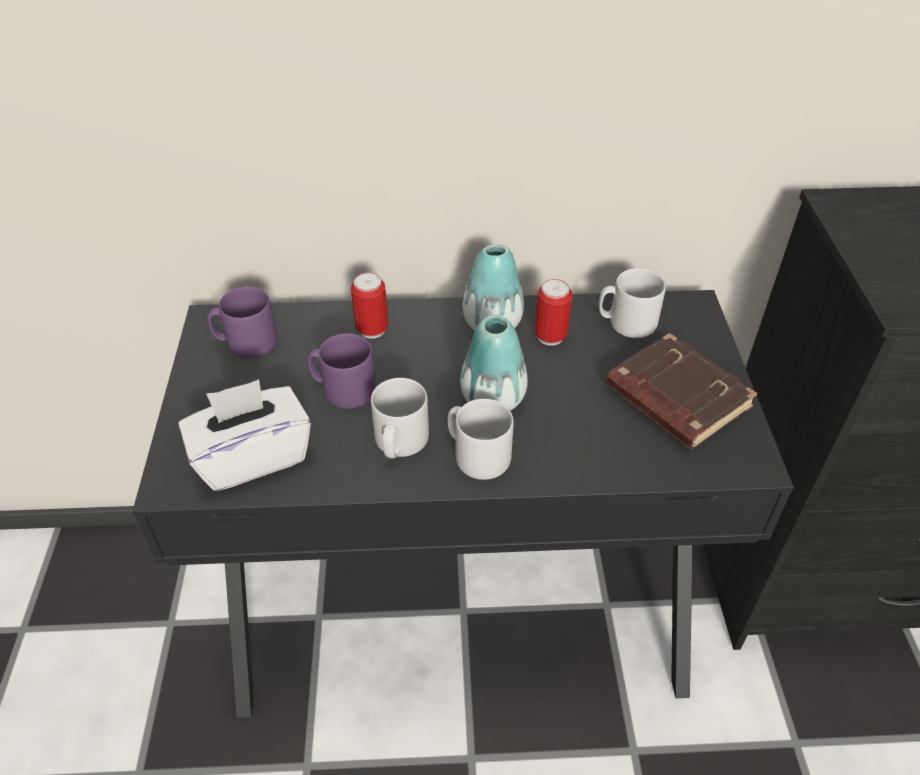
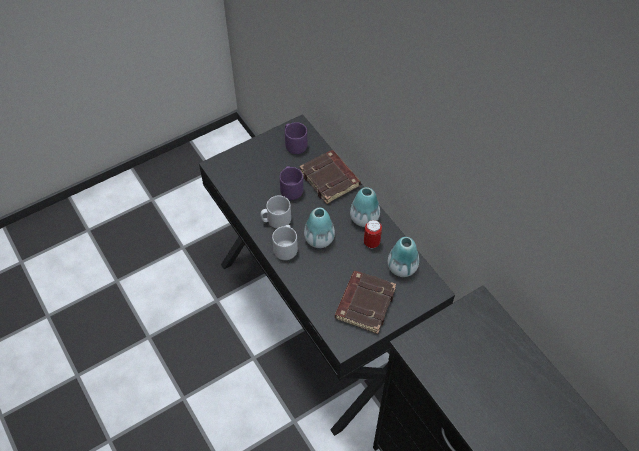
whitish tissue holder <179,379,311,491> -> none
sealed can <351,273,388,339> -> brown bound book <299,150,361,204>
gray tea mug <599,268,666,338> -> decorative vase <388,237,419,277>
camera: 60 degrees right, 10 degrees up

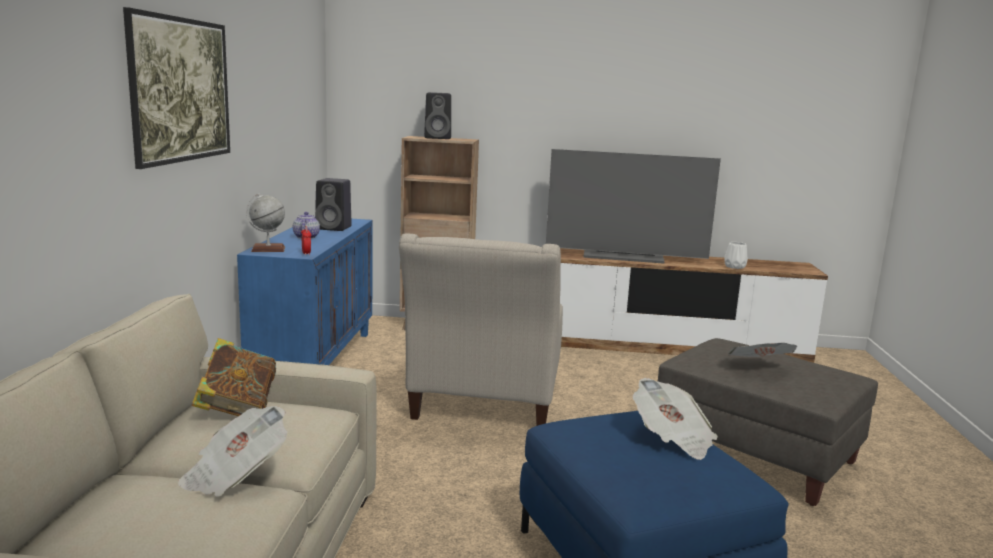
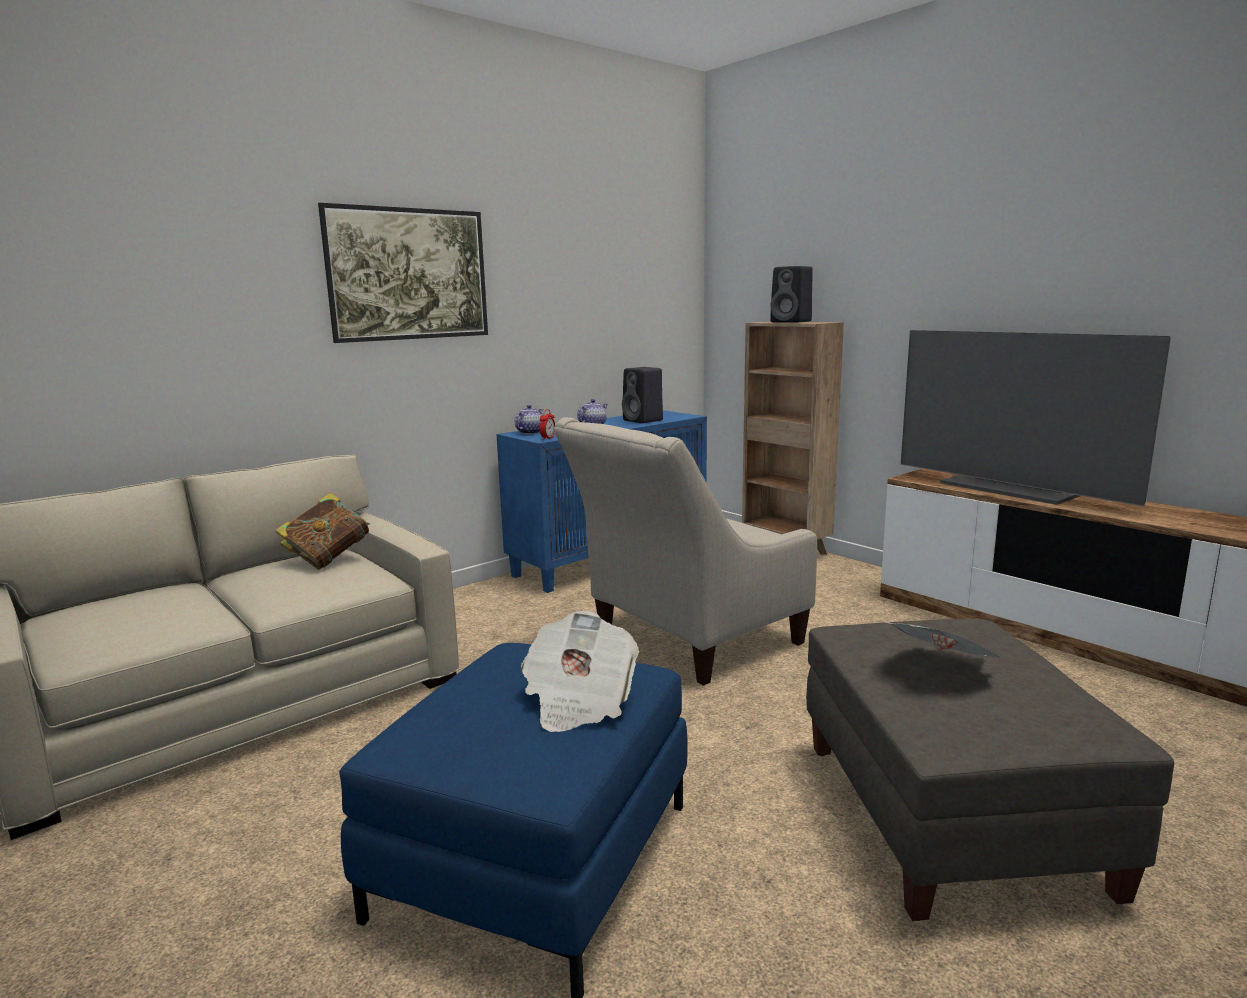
daily paper <178,406,287,497> -> none
globe <246,194,285,252> -> pot for tea <515,405,543,434>
whitish decorative vase <724,242,748,269> -> none
camera: 45 degrees right, 0 degrees up

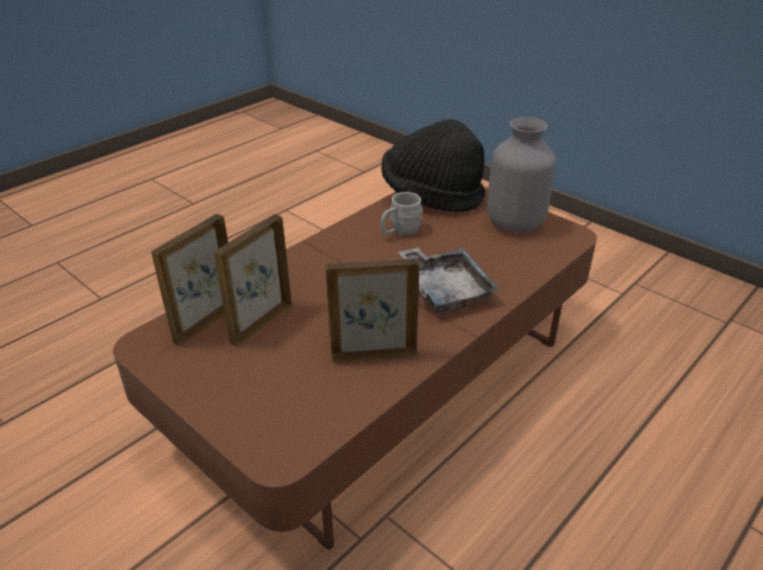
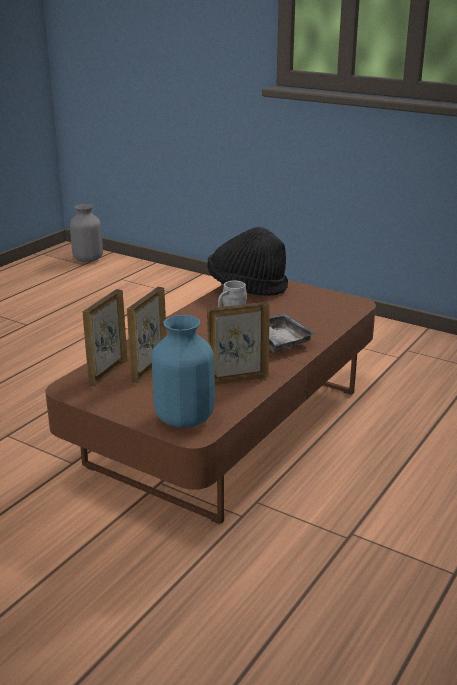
gray decorative vase <487,117,556,232> -> gray decorative vase <70,204,103,262>, shifted
none -> blue-coloured decorative vase <152,315,215,428>
camera: 10 degrees left, 10 degrees down

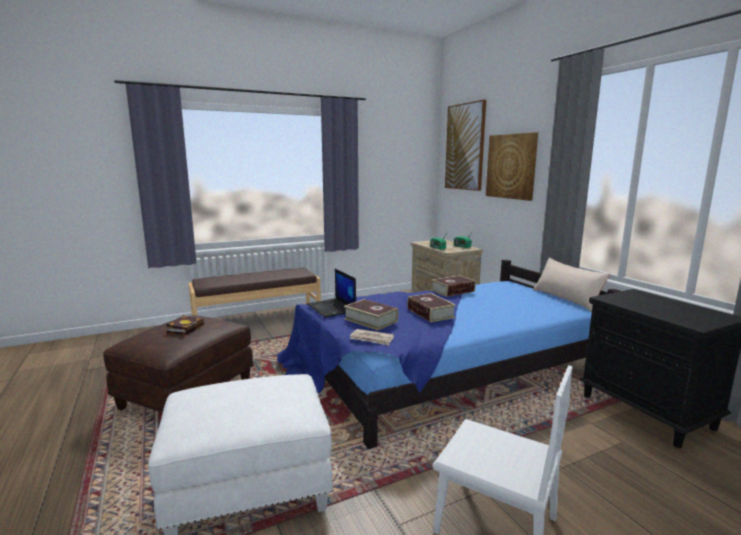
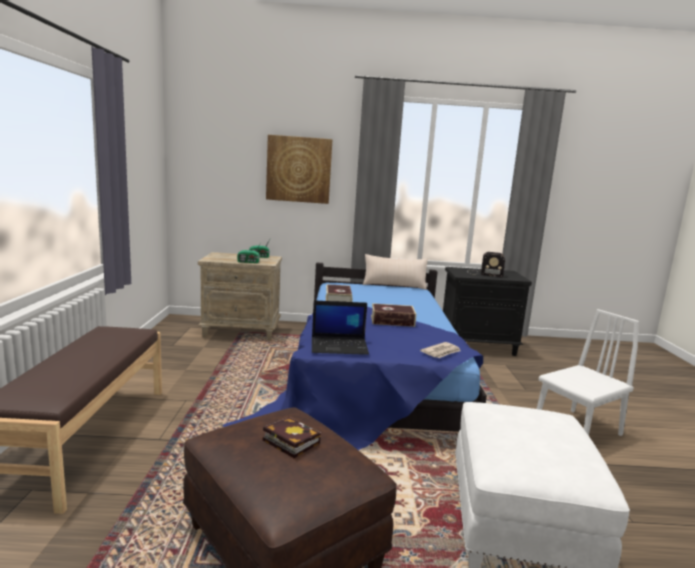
bound book <344,299,398,330> -> none
picture <445,100,486,191> -> none
none -> radio receiver <467,252,505,277>
camera: 65 degrees left, 0 degrees up

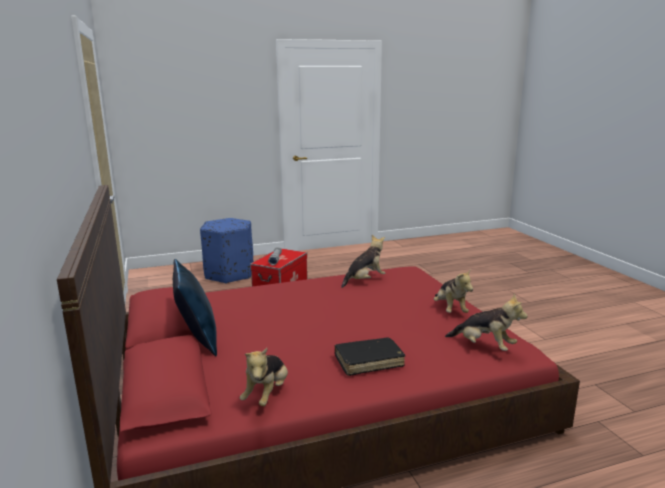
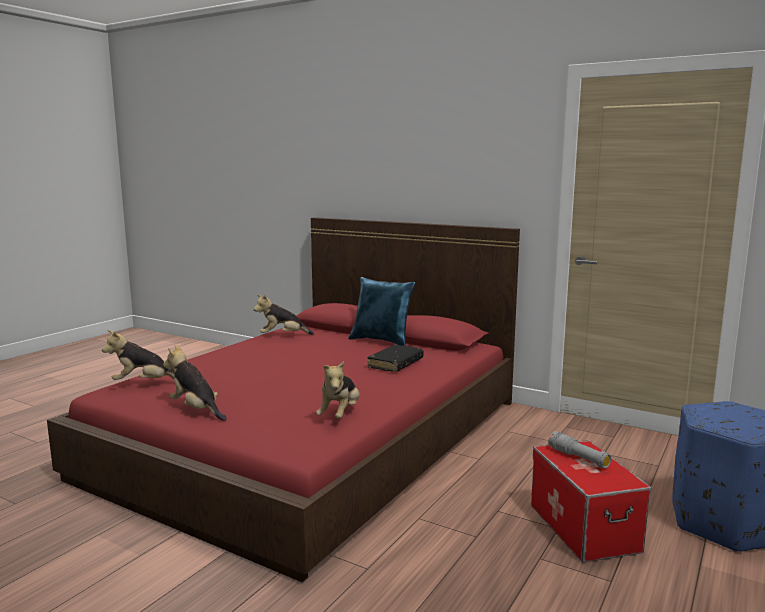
plush toy <240,348,288,406> -> plush toy <254,295,314,335>, 75 degrees counterclockwise
black-coloured bound book <334,338,405,376> -> black-coloured bound book <367,345,424,372>, shifted
camera: 140 degrees right, 5 degrees down

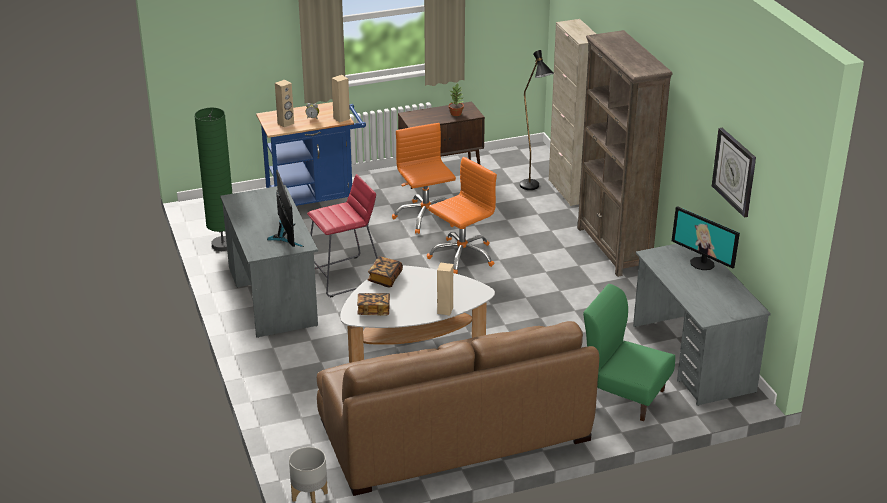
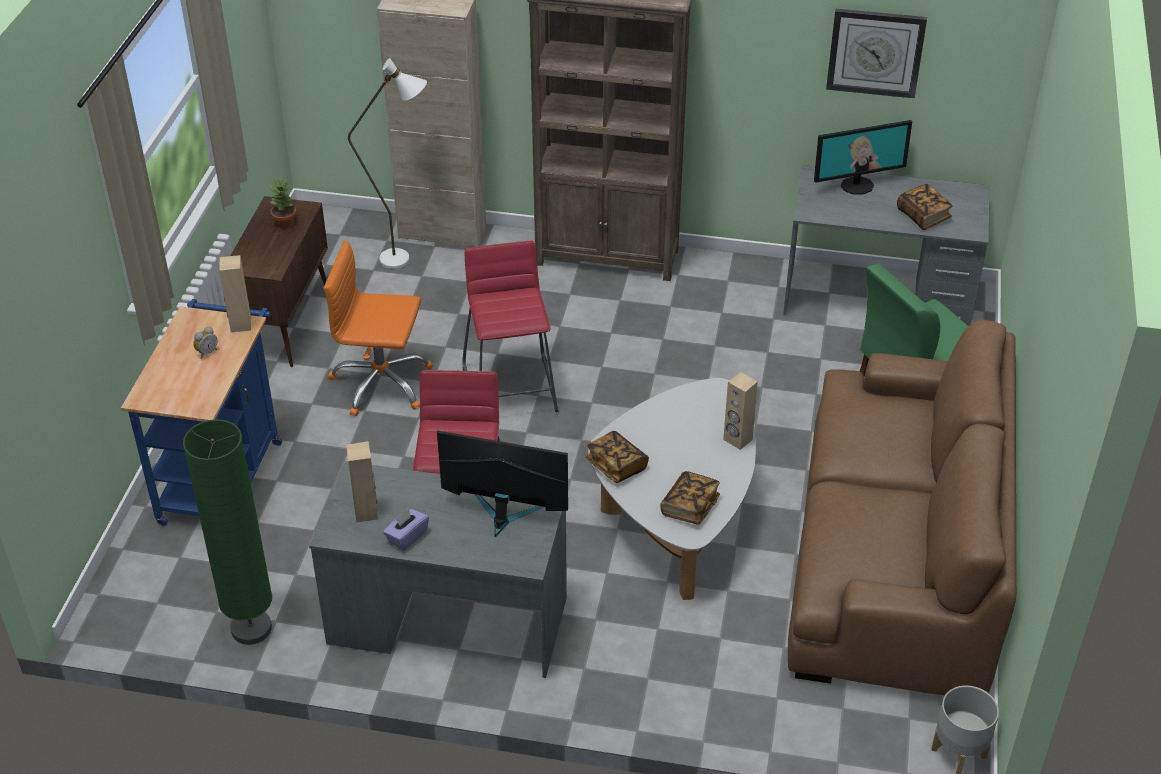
sand-coloured speaker <275,80,294,127> -> sand-coloured speaker <346,441,378,522>, shifted
orange-coloured computer chair <427,156,497,274> -> red-coloured stool seat <462,241,559,412>
black-coloured standard lamp <520,50,554,190> -> whitish standard lamp <348,58,427,269>
none -> purple-coloured tissue holder <383,508,429,551>
none -> bound book <897,184,953,230>
camera: 60 degrees left, 10 degrees up

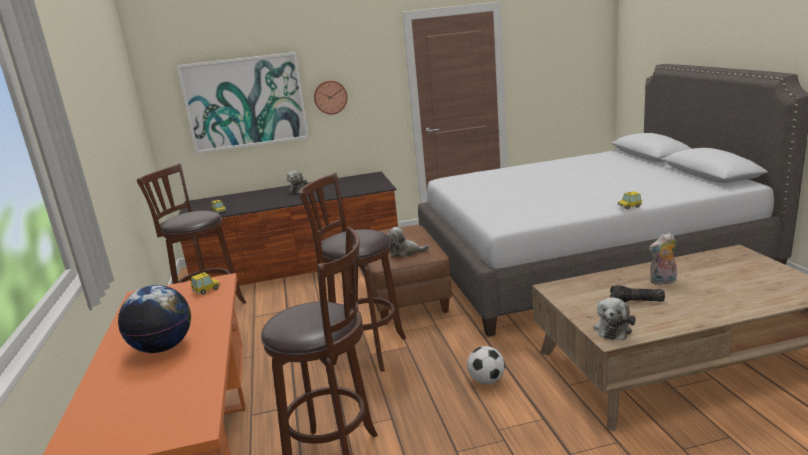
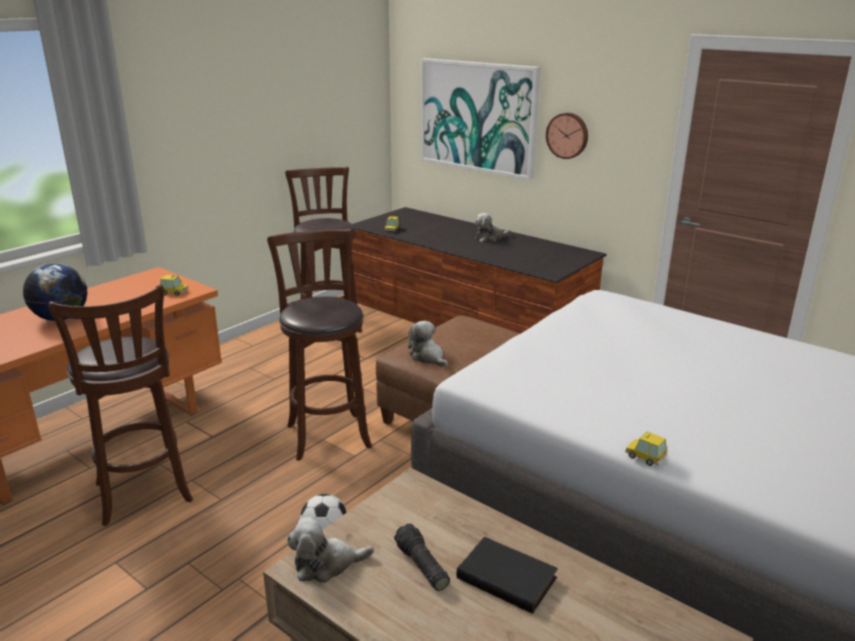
plush toy <649,233,677,285> -> black-coloured bound book <456,536,558,614>
camera: 50 degrees right, 5 degrees up

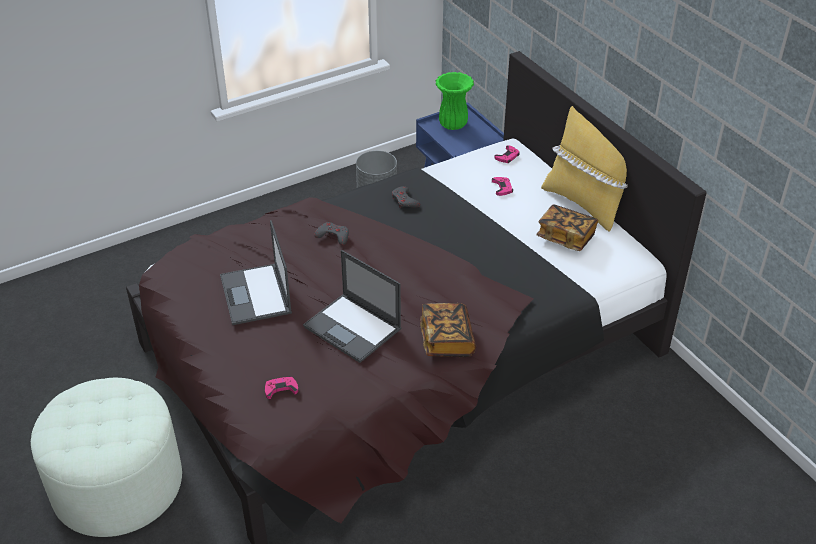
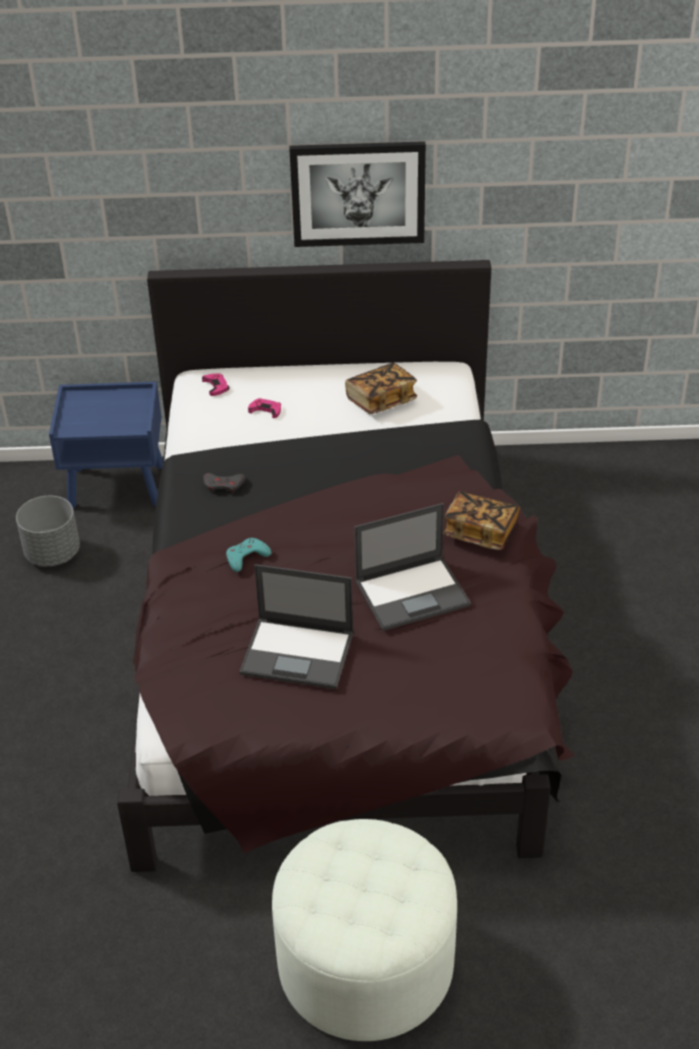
pink-coloured joypad <265,376,298,399> -> none
gray joypad <314,222,349,245> -> turquoise-coloured joypad <226,538,271,572>
greenish decorative vase <435,72,474,130> -> none
yellow cushion <541,106,628,232> -> none
none -> picture <289,141,426,247>
camera: 60 degrees left, 0 degrees up

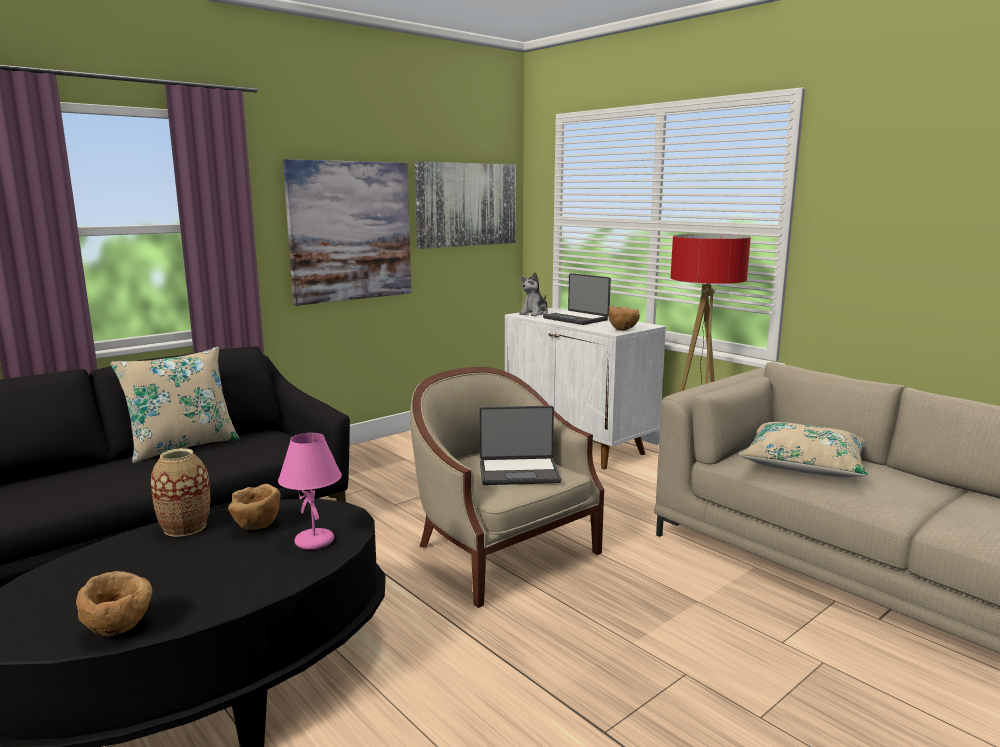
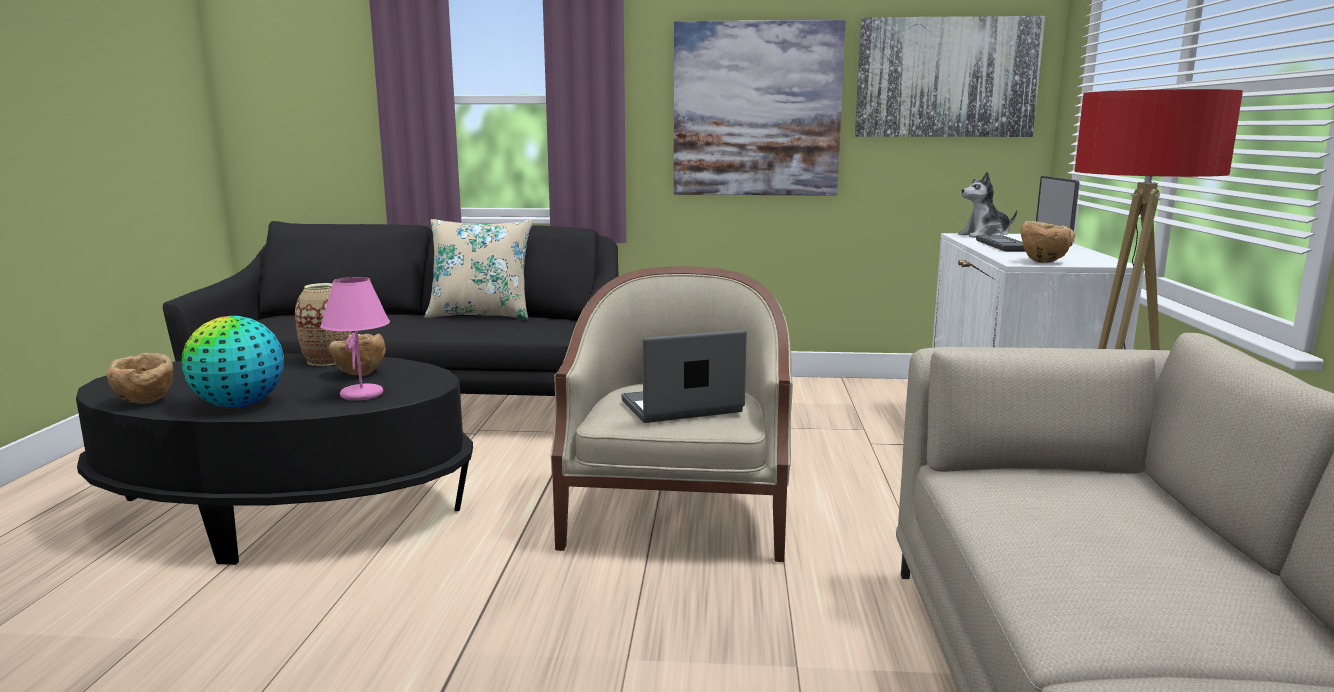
notebook computer <480,406,561,485> -> notebook computer <621,330,747,423>, 120 degrees clockwise
sand-coloured cushion <738,422,868,478> -> none
none -> globe <182,316,284,408>
camera: 45 degrees right, 0 degrees up

